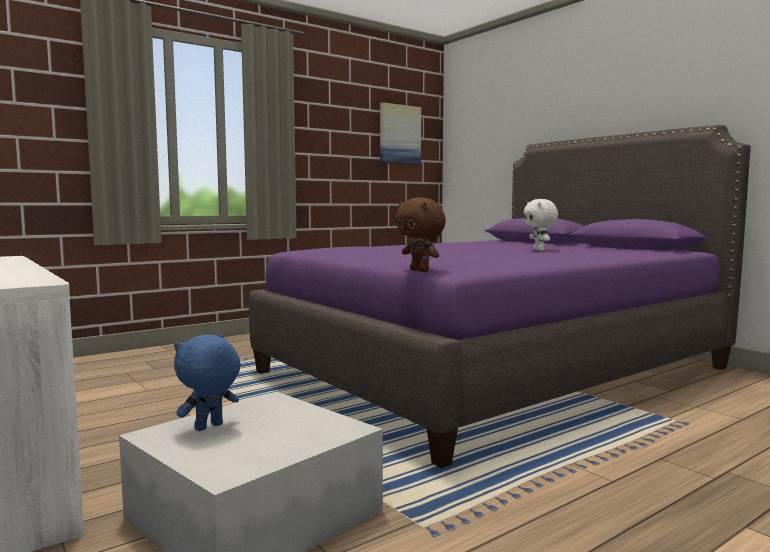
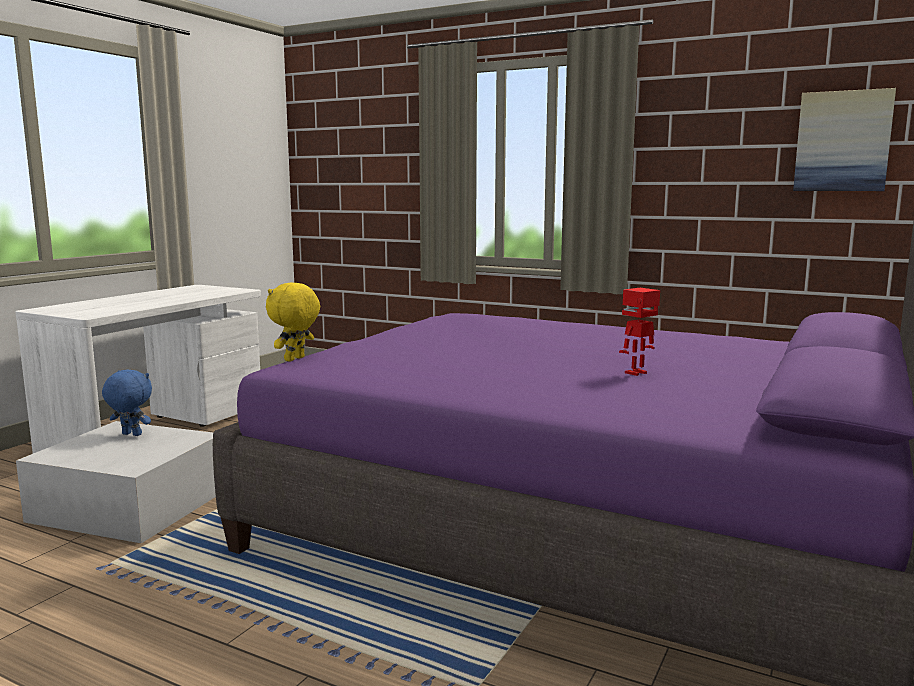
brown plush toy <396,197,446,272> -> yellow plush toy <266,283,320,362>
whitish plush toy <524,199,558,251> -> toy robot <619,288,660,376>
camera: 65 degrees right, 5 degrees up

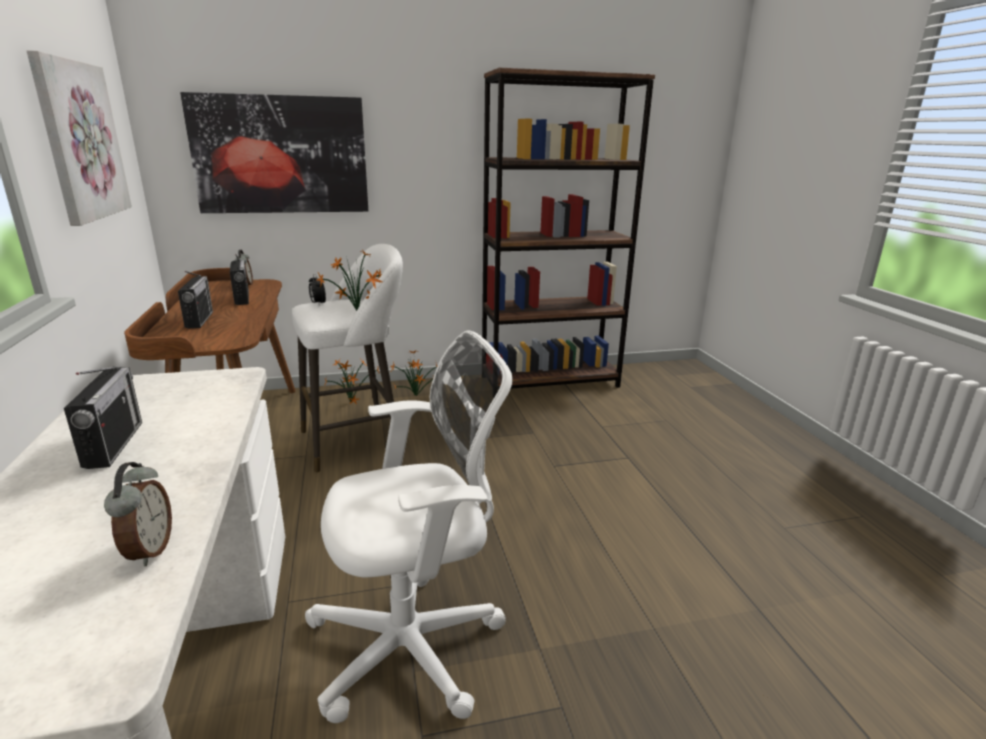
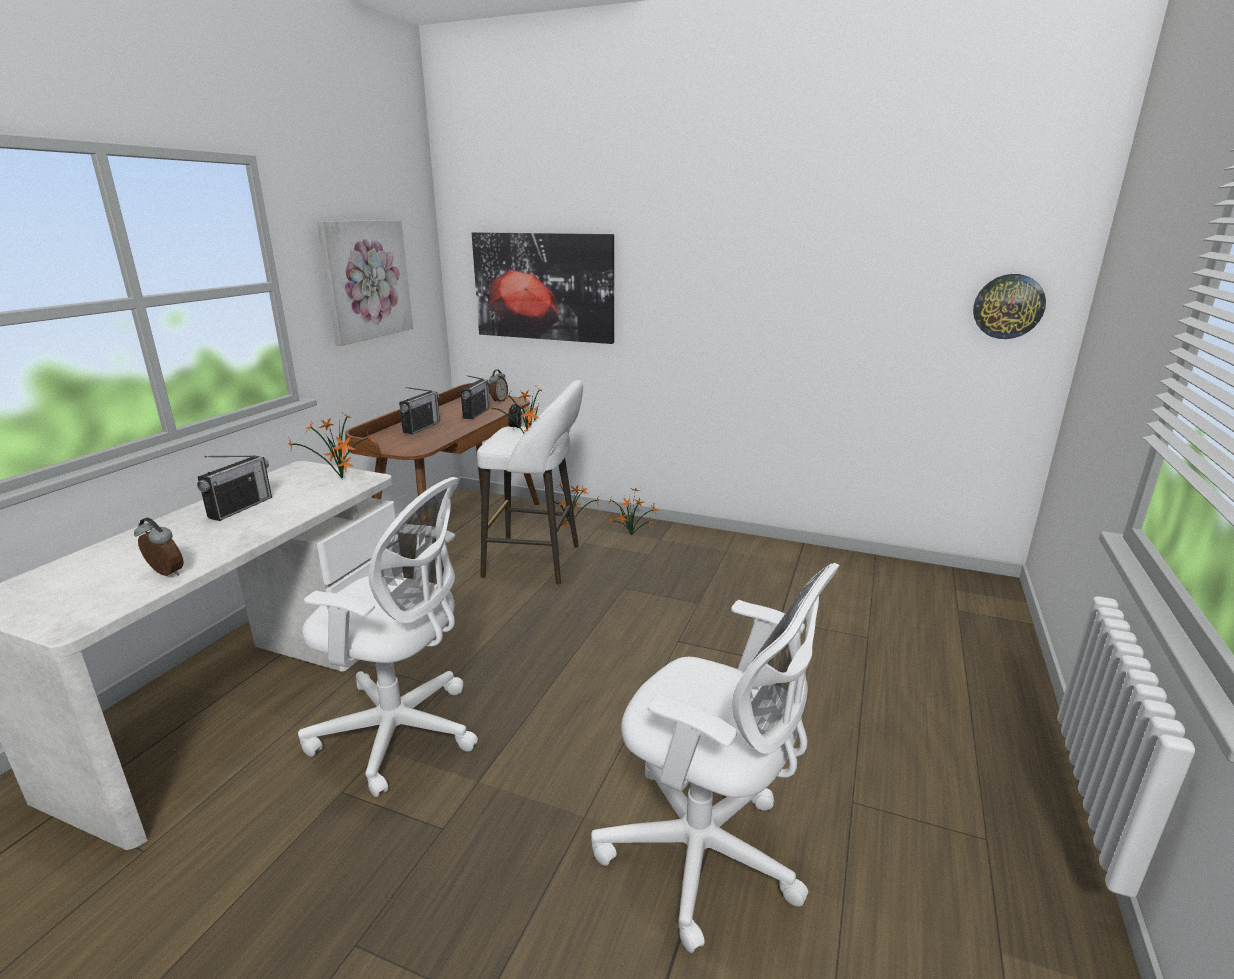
table clock <104,462,172,566> -> table clock <134,518,183,576>, 90 degrees counterclockwise
brown shelving unit <482,68,655,389> -> none
none -> plant in a pot <288,412,372,478>
none -> whitish computer chair <591,563,840,953>
none -> wall clock <973,274,1046,339>
camera: 35 degrees right, 0 degrees up

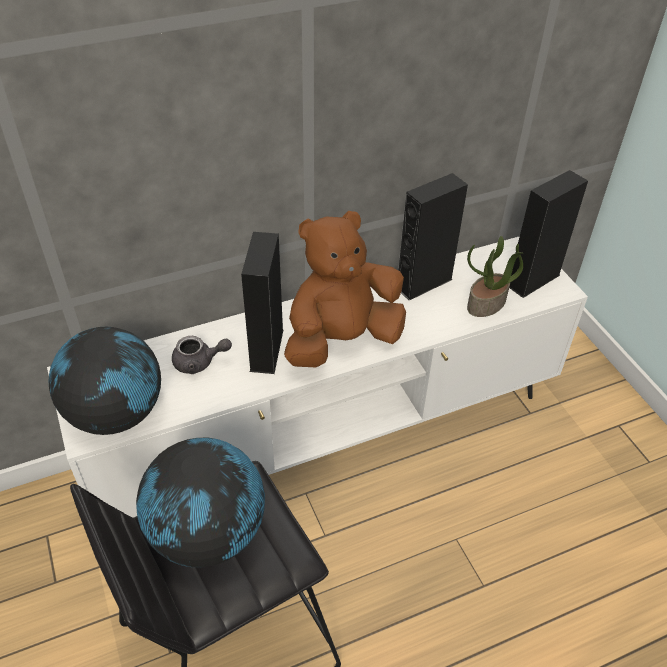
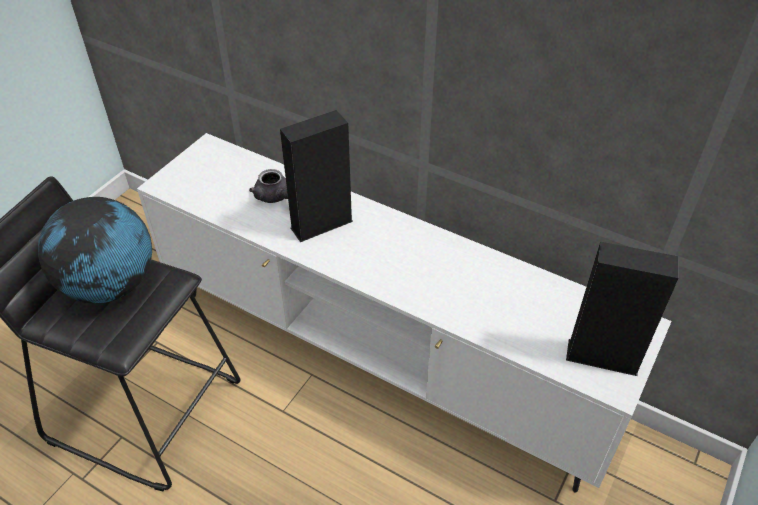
globe <48,327,161,435> -> none
brown plush toy <284,211,406,367> -> none
black-coloured speaker <398,173,468,300> -> none
plant in a pot <467,236,523,317> -> none
camera: 55 degrees right, 0 degrees up

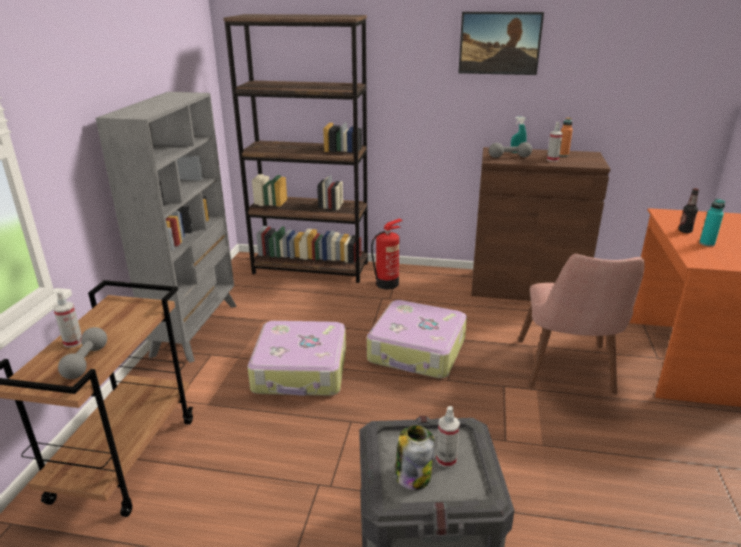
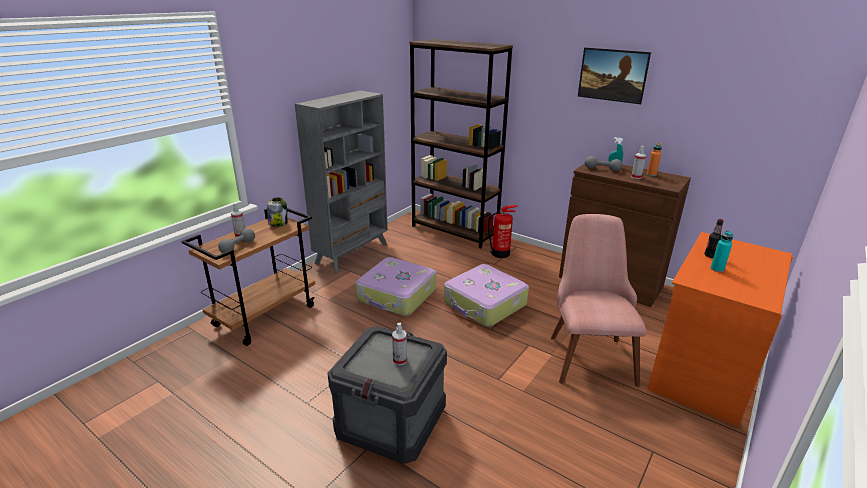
preserve jar <395,425,435,490> -> preserve jar <267,198,287,227>, shifted
pink-coloured chair <518,254,645,395> -> pink-coloured chair <551,214,647,387>, 150 degrees clockwise
camera: 25 degrees right, 0 degrees up

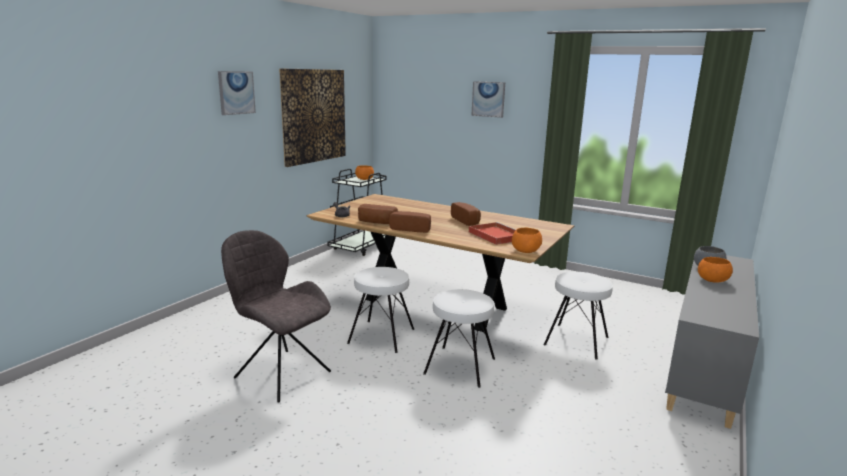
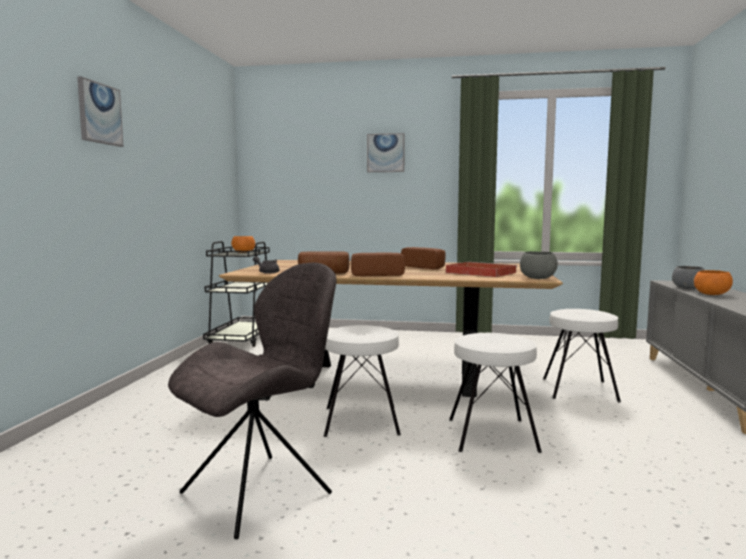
gray chair <221,230,331,403> -> gray chair <168,263,337,539>, 120 degrees clockwise
picture <279,68,346,167> -> none
orange-coloured deep dish <512,228,542,253> -> gray deep dish <520,251,558,279>
camera: 20 degrees left, 10 degrees down

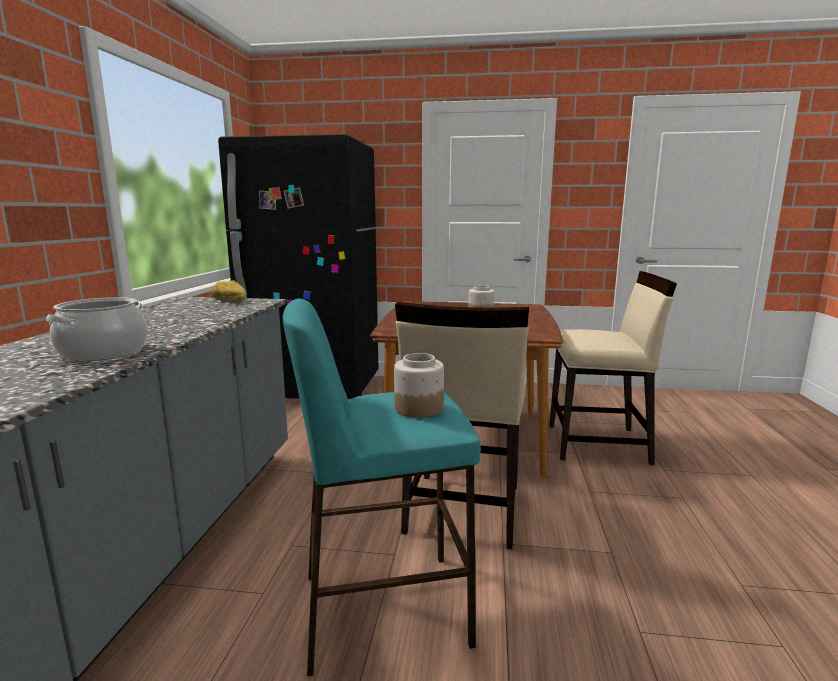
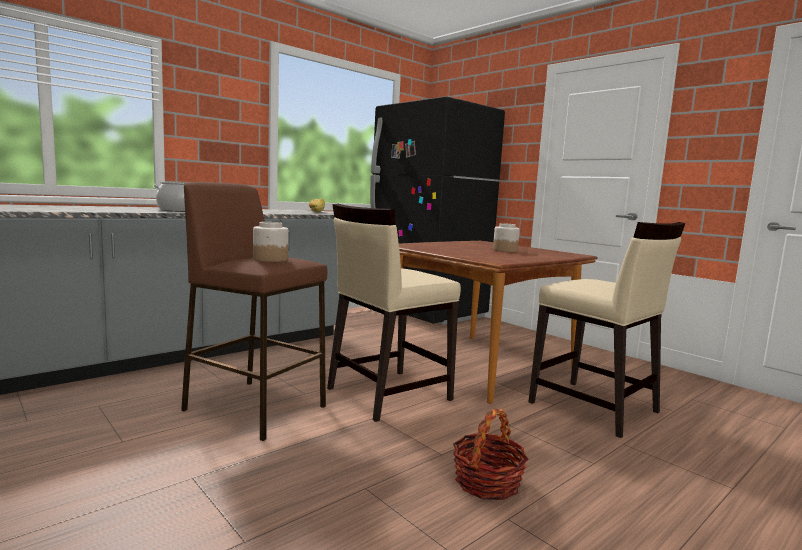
turquoise-coloured stool seat <283,299,481,677> -> brown stool seat <181,182,327,441>
none -> household basket <453,408,529,500>
camera: 40 degrees right, 5 degrees down

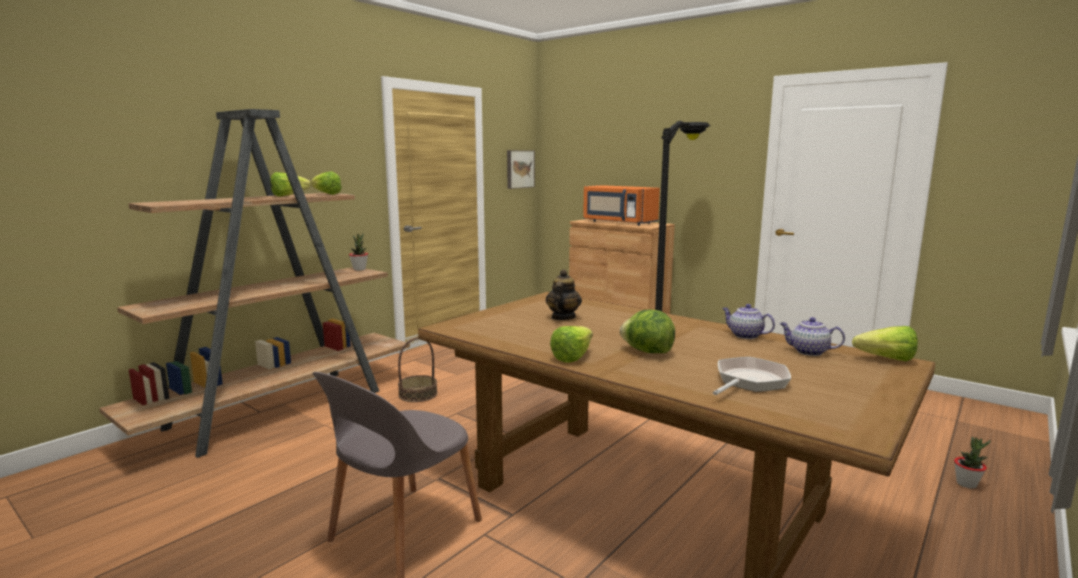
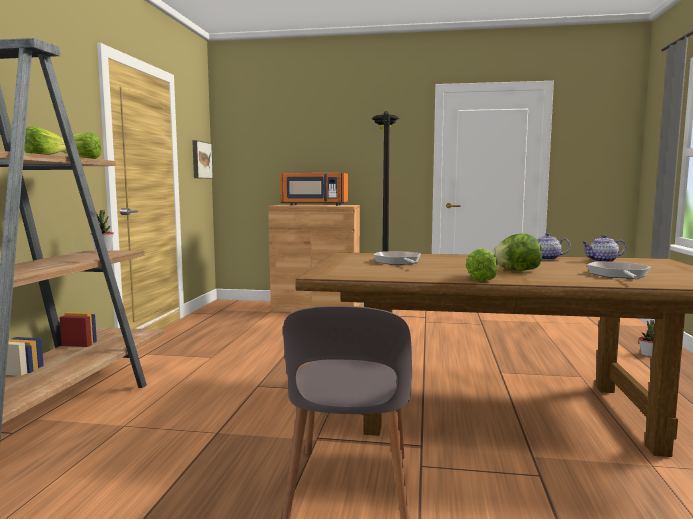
household basket <398,337,437,402> -> none
pot for tea <546,269,582,320> -> frying pan <374,251,421,265>
lettuce <852,326,918,361> -> none
camera: 30 degrees left, 5 degrees down

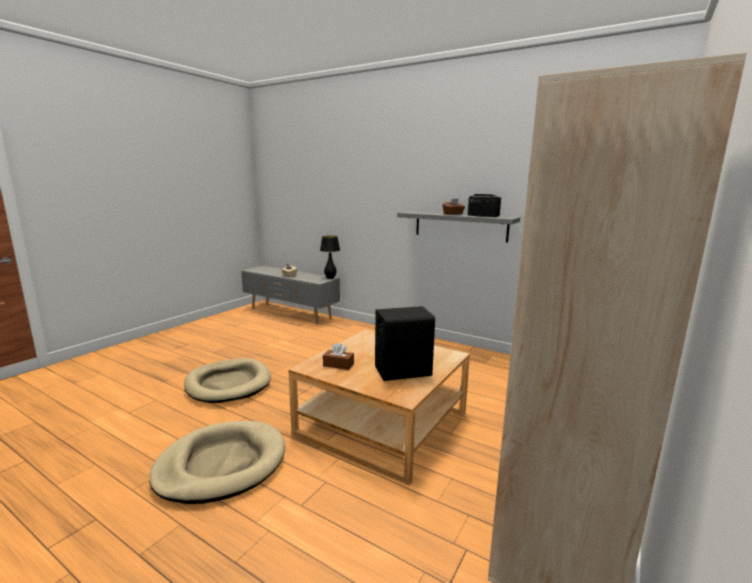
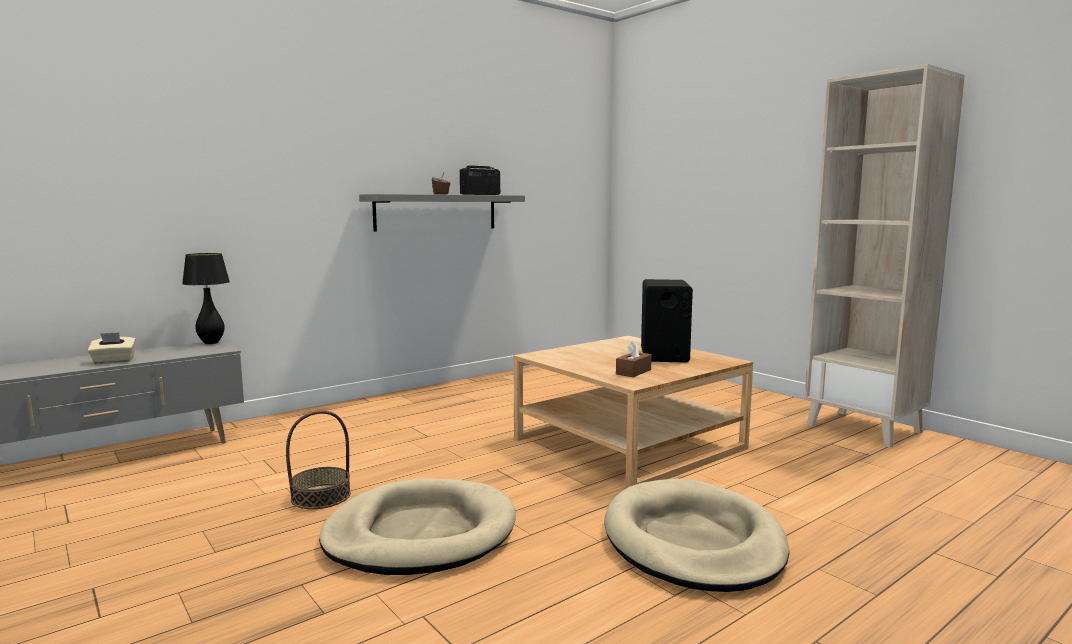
none -> household basket <286,410,351,509>
camera: 70 degrees left, 5 degrees down

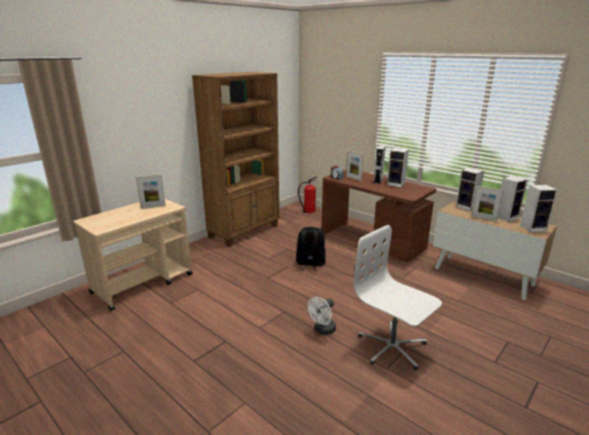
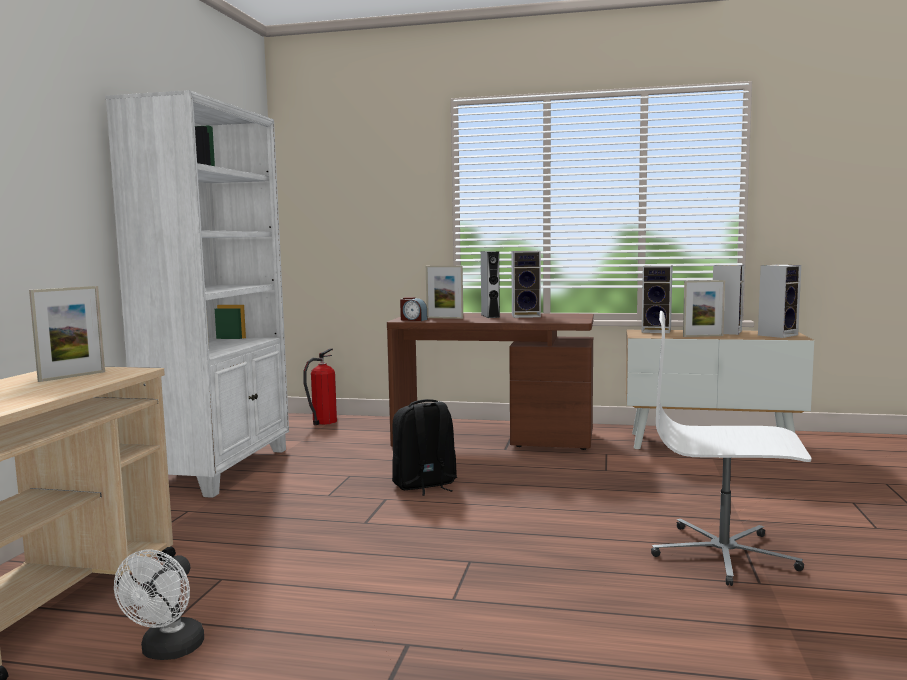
brown shelving unit <192,72,279,247> -> whitish shelving unit <105,90,289,498>
whitish fan <307,297,336,335> -> whitish fan <114,549,204,660>, shifted
camera: 30 degrees left, 15 degrees down

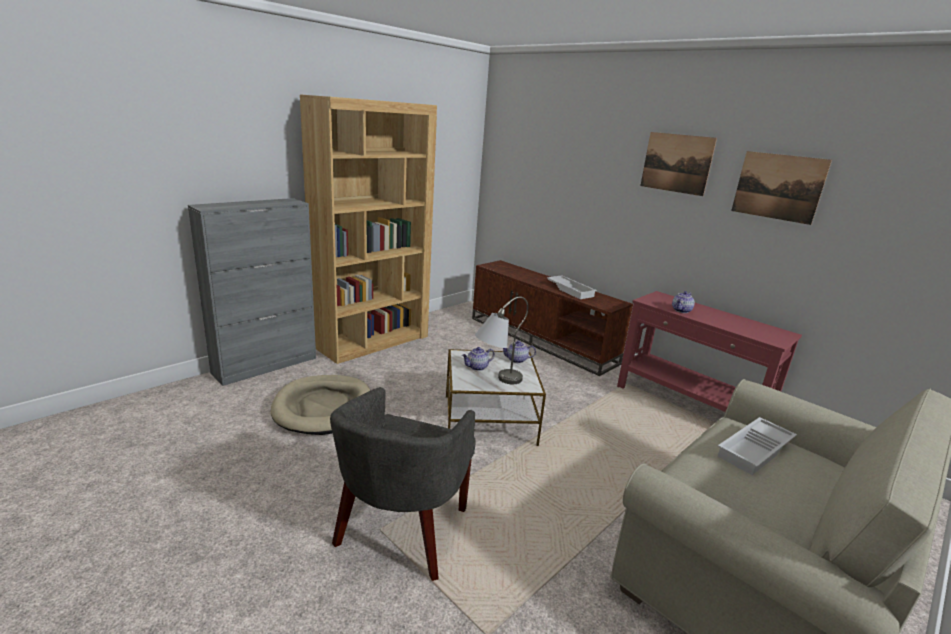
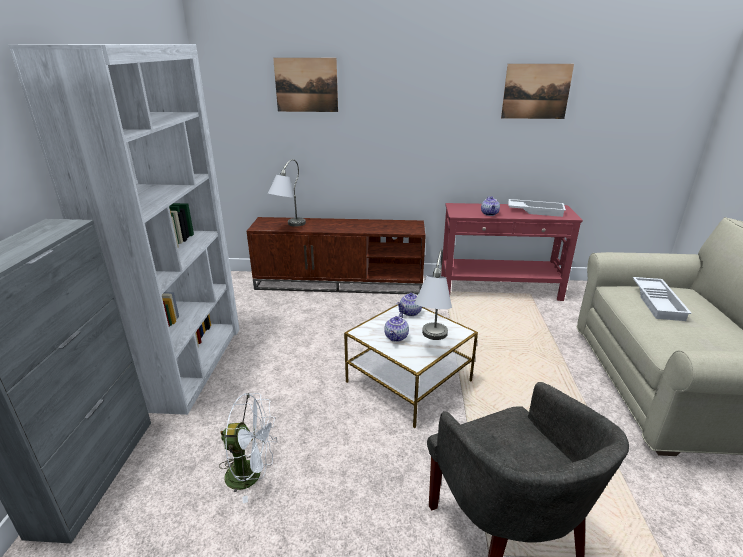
sand-coloured dog bed <271,375,370,435> -> whitish fan <219,393,277,503>
brown shelving unit <300,94,437,364> -> whitish shelving unit <9,44,240,415>
whitish serving tray <547,275,597,299> -> whitish serving tray <508,199,566,217>, shifted
picture <640,132,717,196> -> picture <273,58,338,112>, shifted
none -> gray tabletop lamp <268,159,306,227>
camera: 40 degrees left, 5 degrees up

